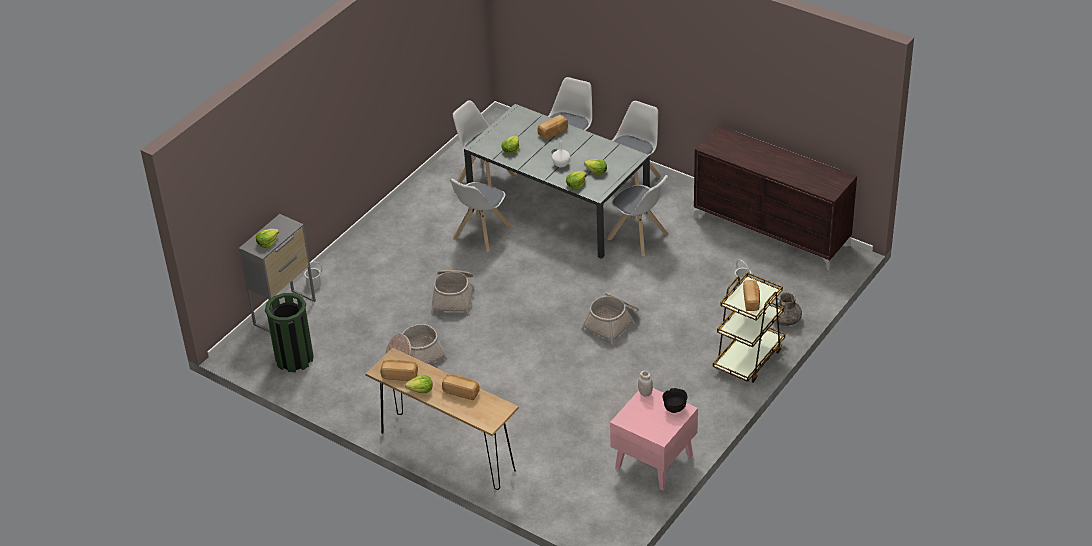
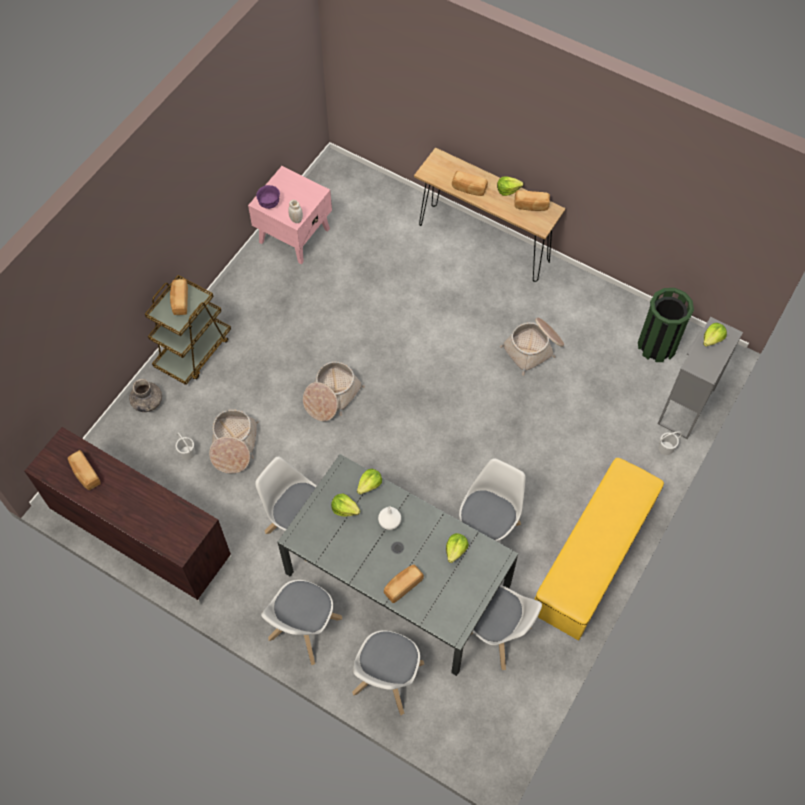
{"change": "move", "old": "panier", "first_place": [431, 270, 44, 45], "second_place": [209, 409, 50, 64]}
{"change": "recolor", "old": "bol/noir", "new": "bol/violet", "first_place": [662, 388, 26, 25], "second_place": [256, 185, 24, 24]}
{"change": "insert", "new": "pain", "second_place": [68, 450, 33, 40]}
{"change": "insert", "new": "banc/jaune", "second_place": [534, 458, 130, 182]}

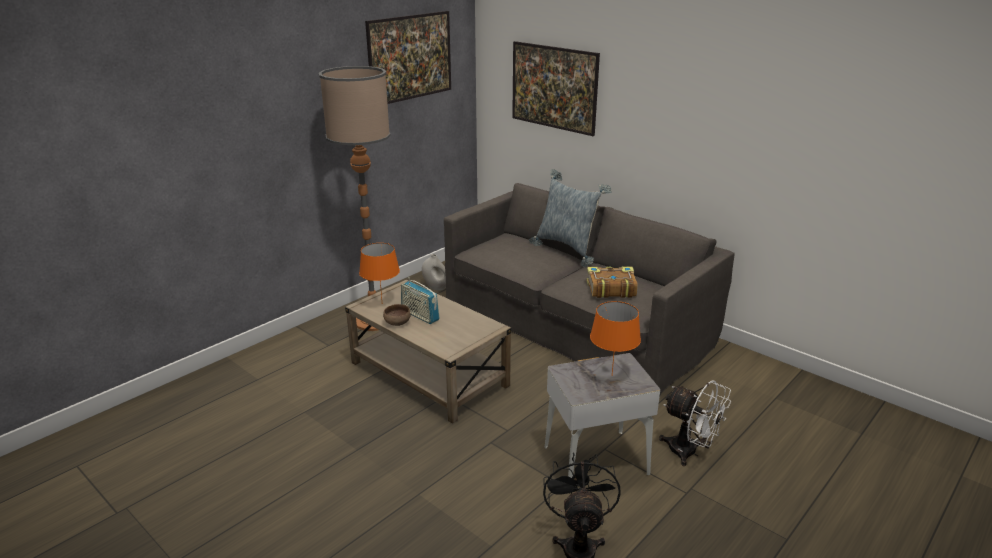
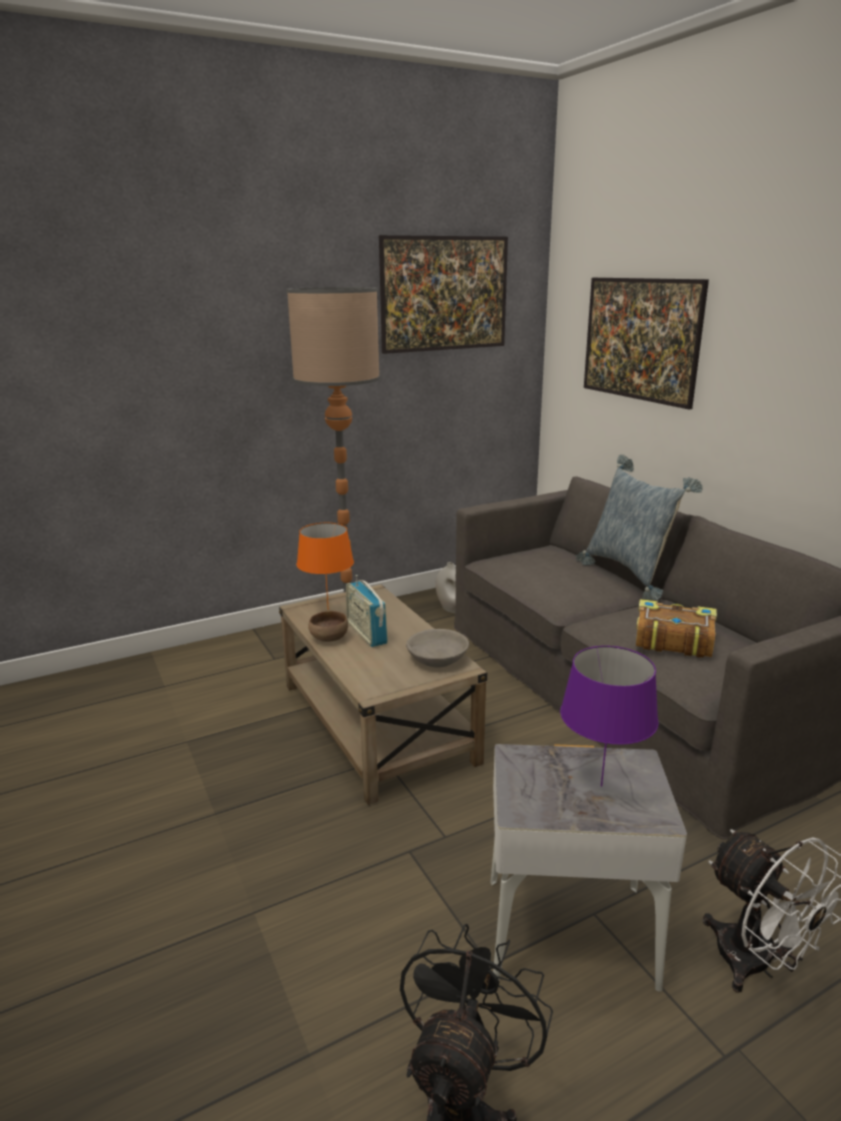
{"change": "recolor", "old": "lampe de table/orange", "new": "lampe de table/violet", "first_place": [590, 301, 51, 73], "second_place": [560, 646, 99, 141]}
{"change": "insert", "new": "bol/gris", "second_place": [406, 629, 63, 39]}

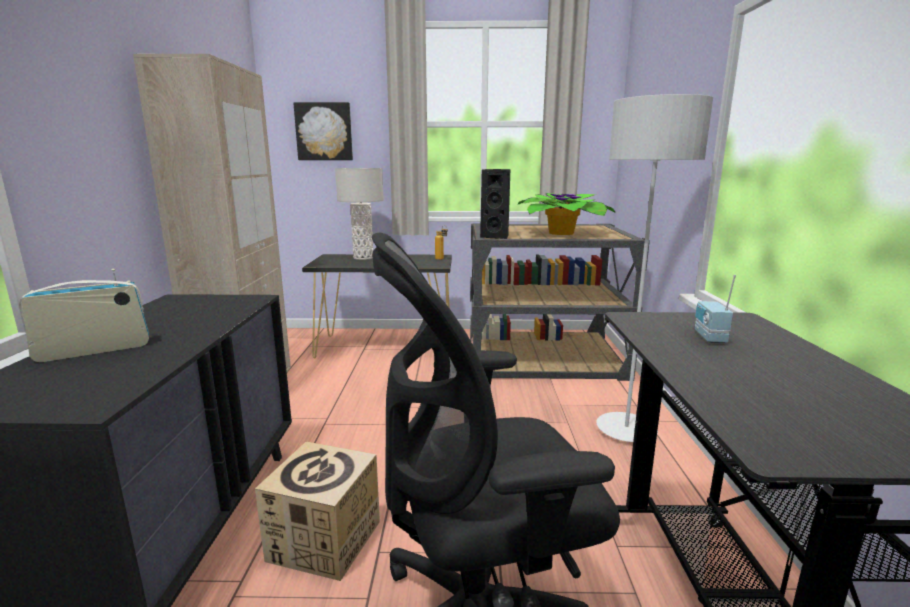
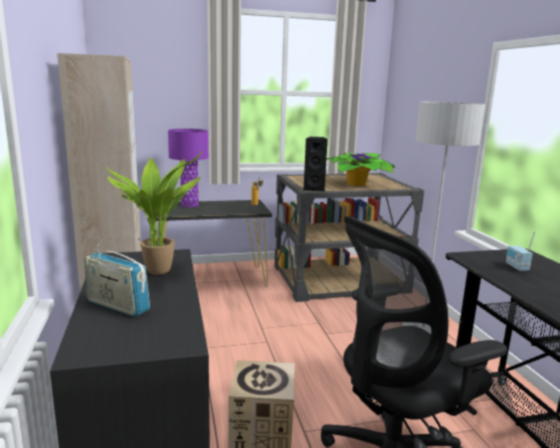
{"change": "delete", "old": "tableau", "first_place": [293, 102, 60, 58]}
{"change": "recolor", "old": "lampe de table/blanc", "new": "lampe de table/violet", "first_place": [335, 168, 49, 92], "second_place": [168, 129, 40, 78]}
{"change": "rotate", "old": "radio", "first_place": [19, 269, 130, 93], "second_place": [85, 245, 65, 72], "degrees": -105}
{"change": "insert", "new": "plante en pot", "second_place": [107, 151, 96, 124]}

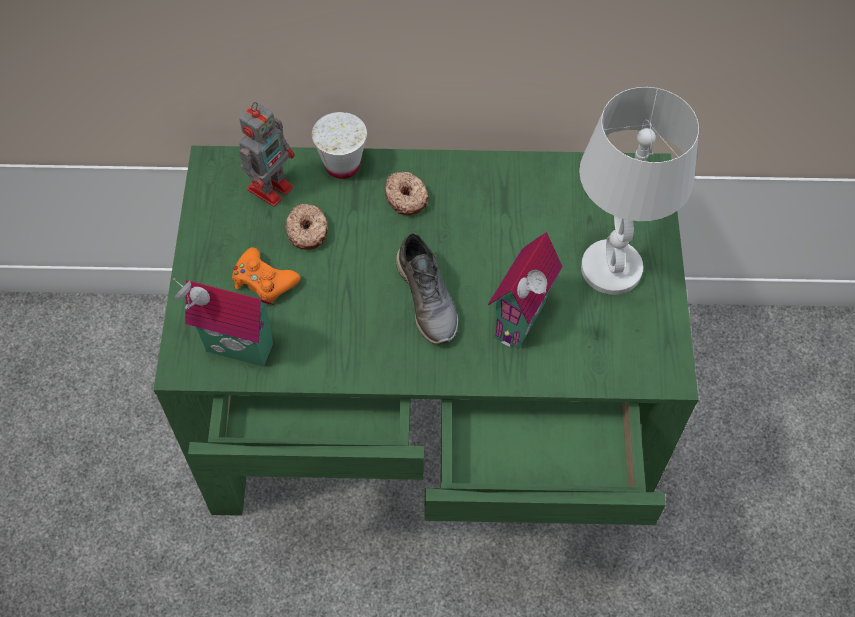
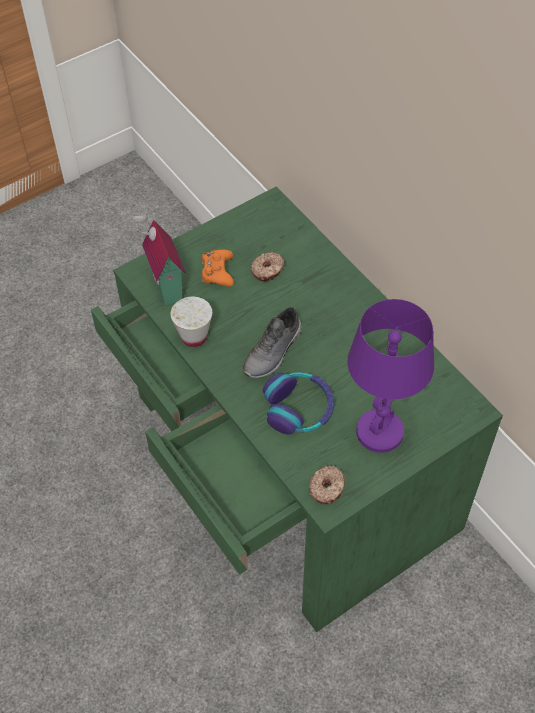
{"change": "recolor", "old": "lampe de table/blanc", "new": "lampe de table/violet", "first_place": [579, 87, 120, 208], "second_place": [347, 299, 87, 154]}
{"change": "delete", "old": "robot jouet", "first_place": [239, 102, 56, 105]}
{"change": "move", "old": "tasse/blanc", "first_place": [312, 112, 55, 67], "second_place": [171, 297, 41, 50]}
{"change": "move", "old": "beignet", "first_place": [385, 172, 44, 43], "second_place": [308, 465, 37, 39]}
{"change": "replace", "old": "maison miniature", "new": "casque audio", "first_place": [488, 232, 74, 117], "second_place": [263, 372, 71, 63]}

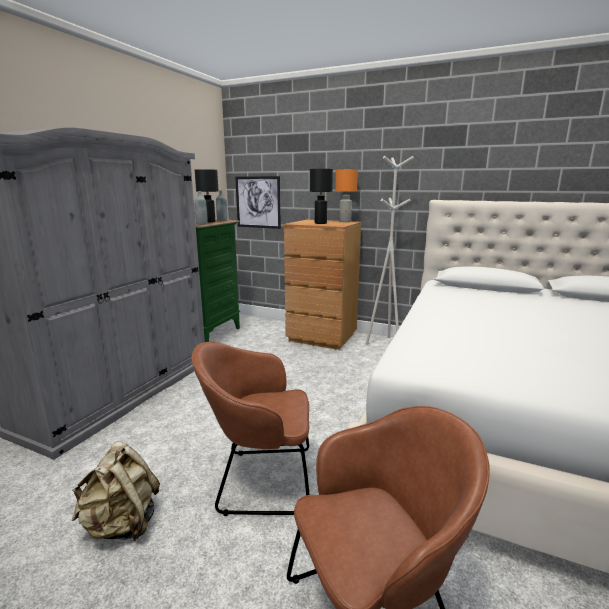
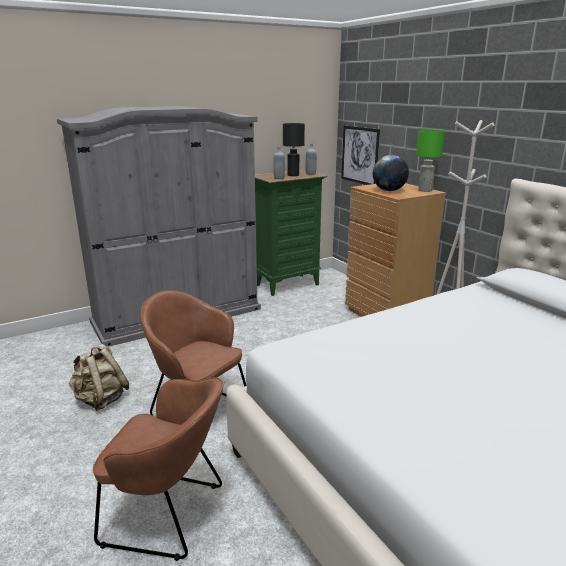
{"change": "replace", "old": "lampe de table/noir", "new": "globe", "first_place": [310, 169, 23, 55], "second_place": [373, 155, 36, 36]}
{"change": "recolor", "old": "lampe de table/orange", "new": "lampe de table/vert", "first_place": [335, 169, 23, 53], "second_place": [416, 130, 29, 62]}

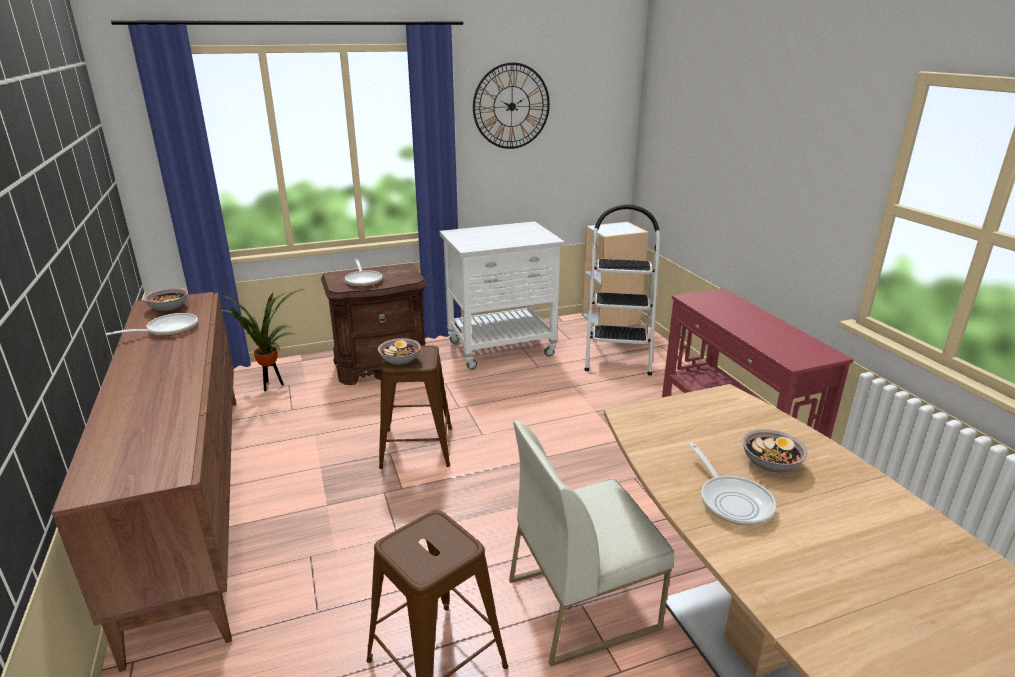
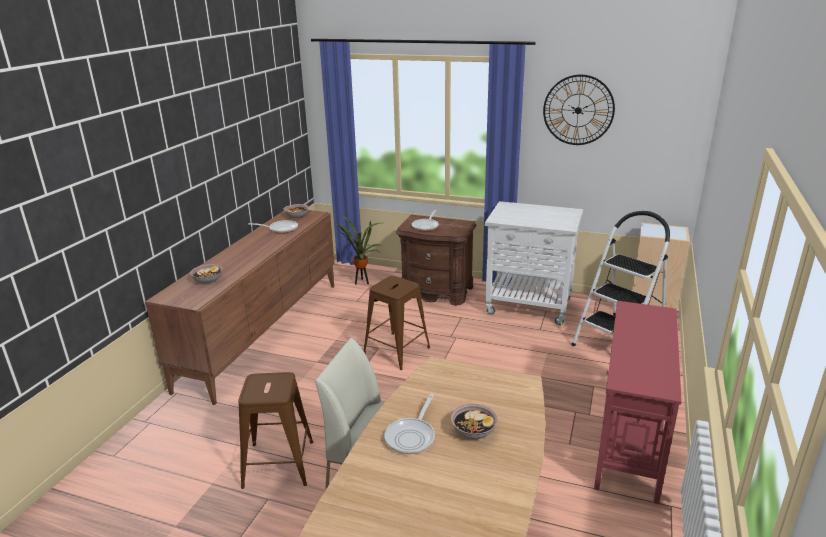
{"change": "move", "old": "bol", "first_place": [378, 338, 43, 27], "second_place": [190, 264, 33, 19]}

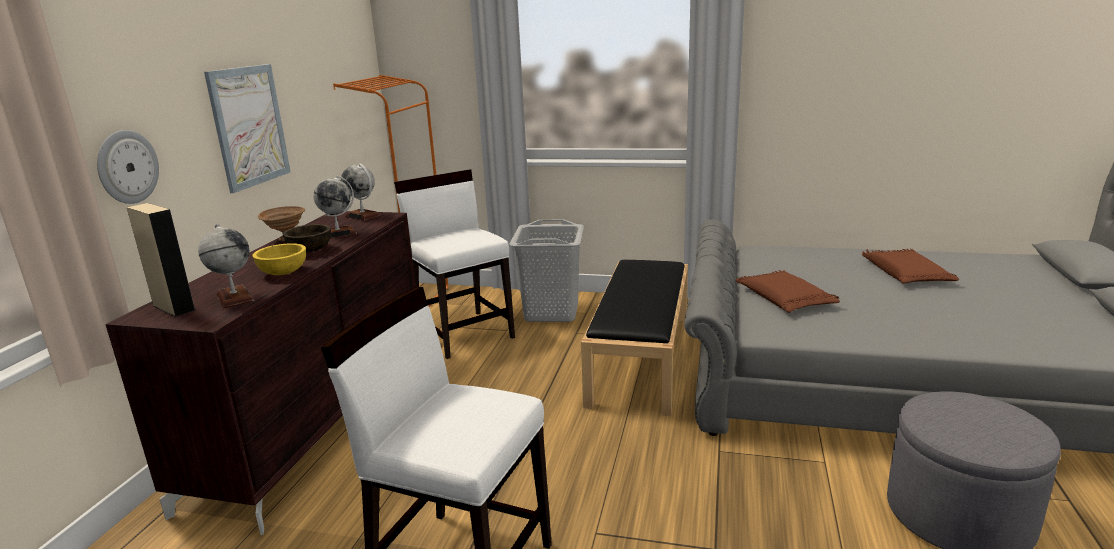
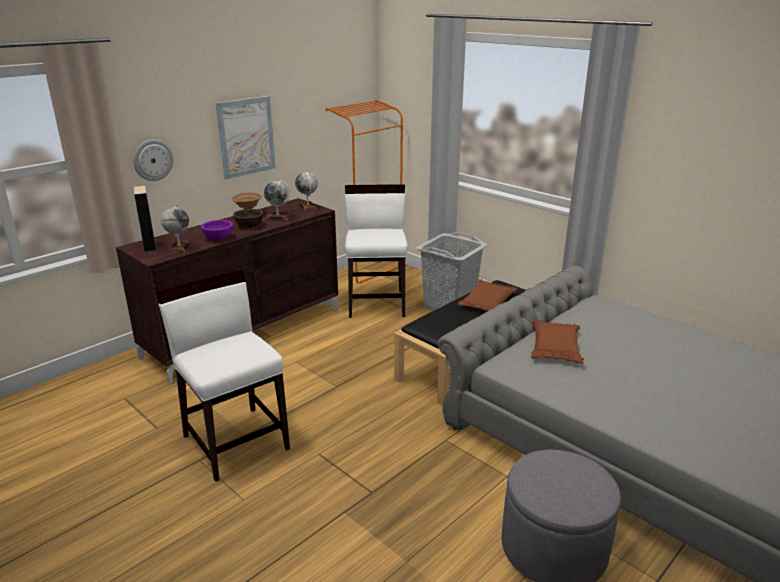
{"change": "recolor", "old": "bol/jaune", "new": "bol/violet", "first_place": [252, 243, 54, 32], "second_place": [201, 220, 32, 20]}
{"change": "move", "old": "coussin/marron", "first_place": [862, 248, 97, 36], "second_place": [458, 278, 60, 33]}

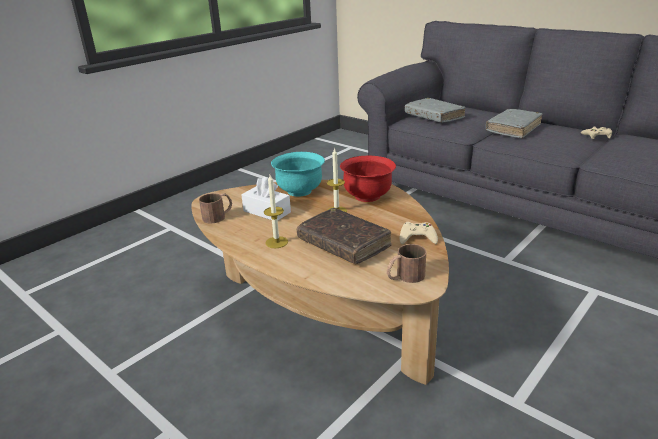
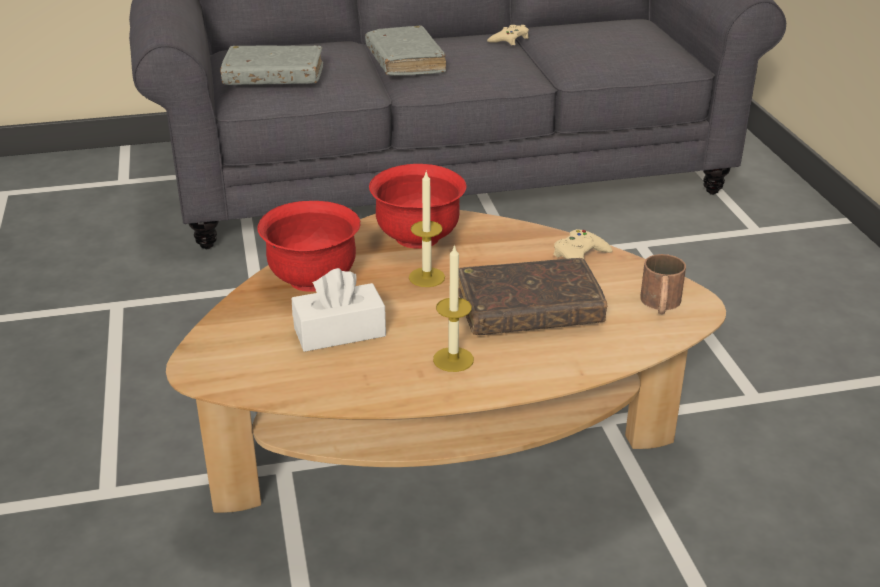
{"change": "recolor", "old": "bol/turquoise", "new": "bol/rouge", "first_place": [271, 152, 54, 45], "second_place": [258, 201, 103, 91]}
{"change": "delete", "old": "mug/marron", "first_place": [199, 193, 33, 30]}

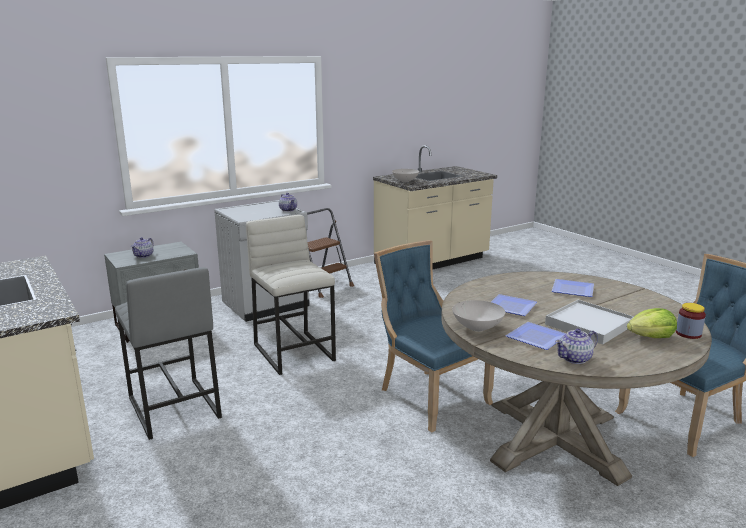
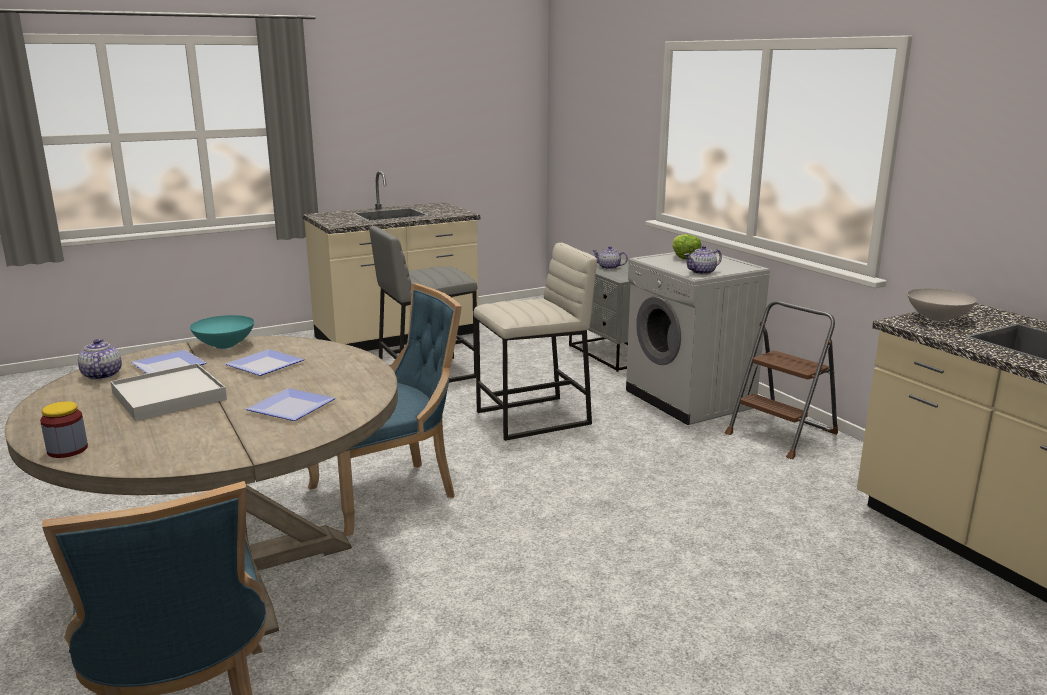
{"change": "recolor", "old": "bol/blanc", "new": "bol/turquoise", "first_place": [452, 300, 53, 32], "second_place": [190, 315, 64, 34]}
{"change": "move", "old": "laitue", "first_place": [627, 308, 50, 30], "second_place": [673, 234, 28, 26]}

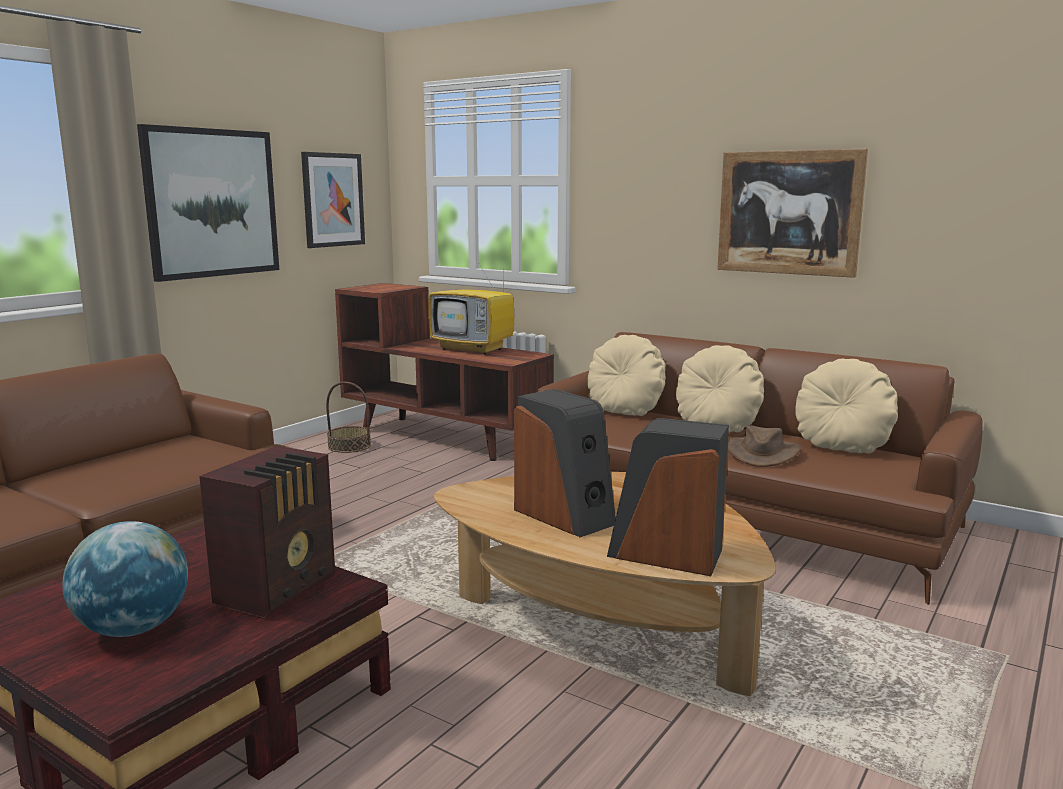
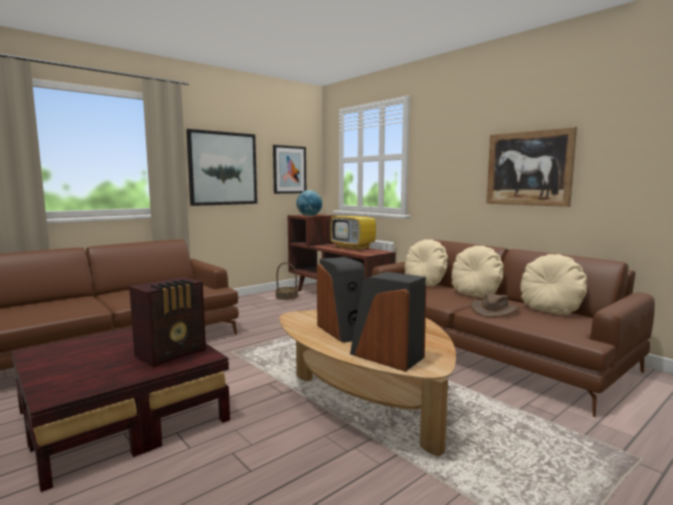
{"change": "move", "old": "globe", "first_place": [62, 521, 126, 116], "second_place": [296, 190, 26, 26]}

